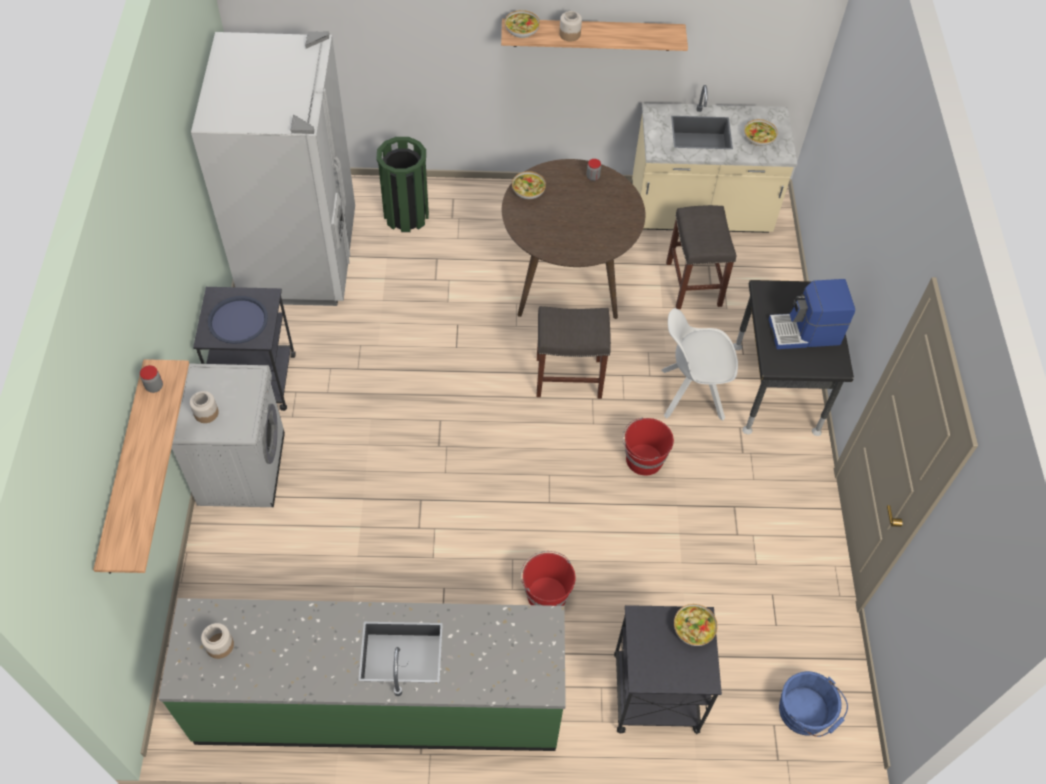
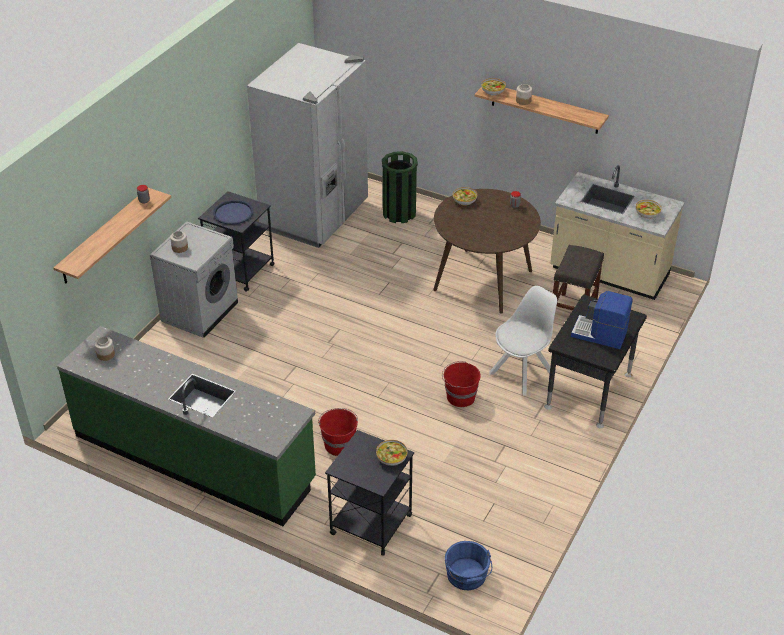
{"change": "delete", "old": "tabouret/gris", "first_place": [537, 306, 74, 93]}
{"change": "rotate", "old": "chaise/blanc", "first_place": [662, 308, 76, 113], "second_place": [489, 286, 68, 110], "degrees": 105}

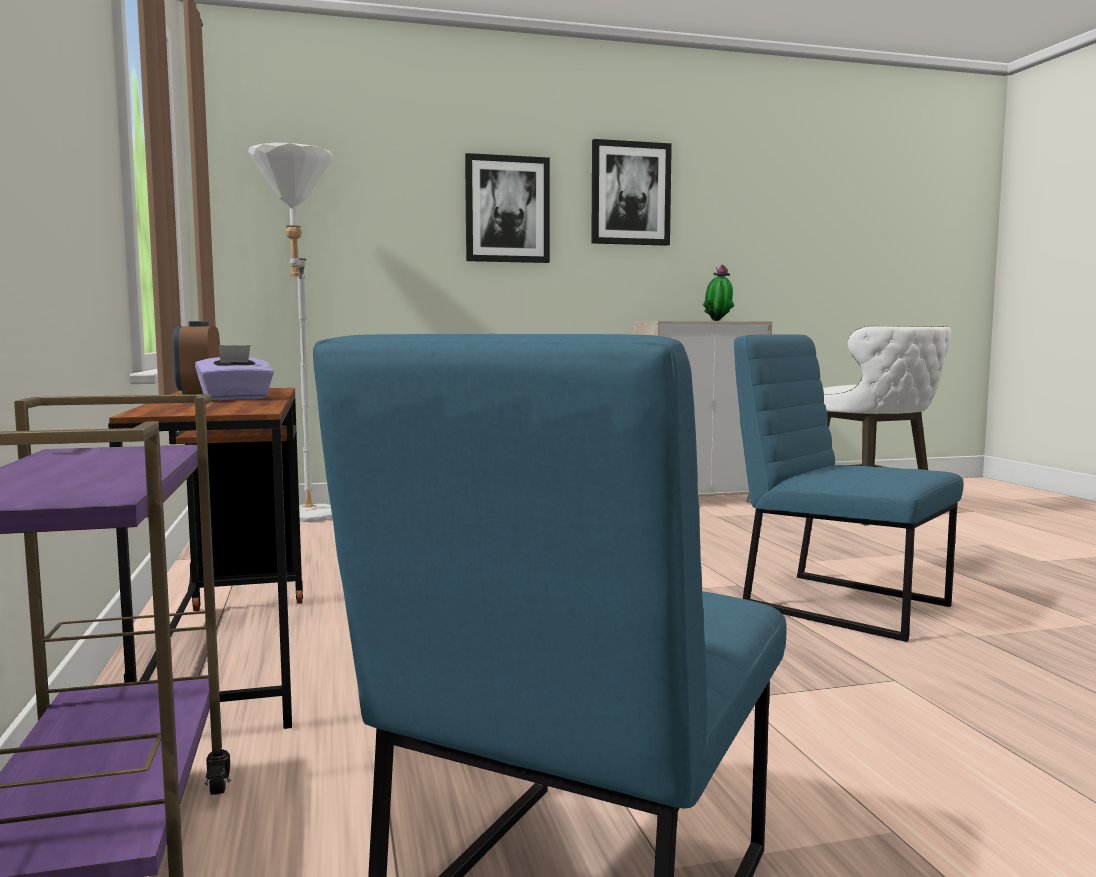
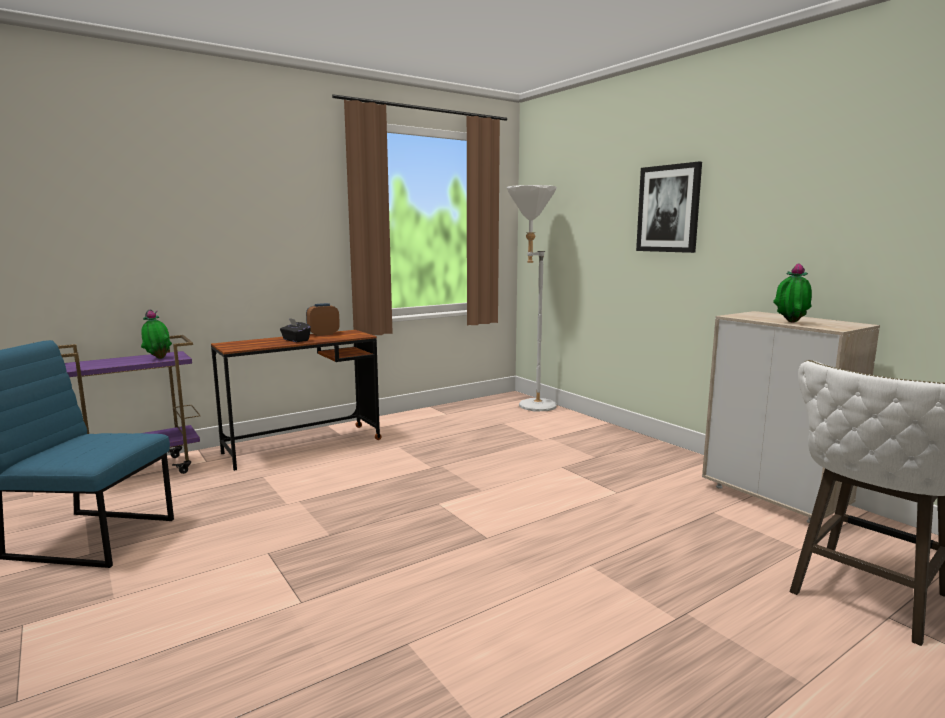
{"change": "delete", "old": "tableau", "first_place": [591, 139, 81, 107]}
{"change": "delete", "old": "chaise/bleu", "first_place": [734, 334, 229, 308]}
{"change": "recolor", "old": "boîte à mouchoirs/violet", "new": "boîte à mouchoirs/noir", "first_place": [195, 345, 79, 55], "second_place": [280, 318, 31, 24]}
{"change": "insert", "new": "plante en pot", "second_place": [141, 309, 31, 50]}

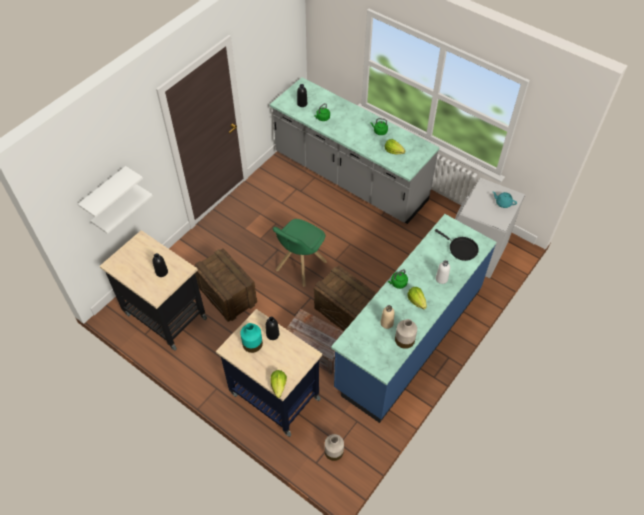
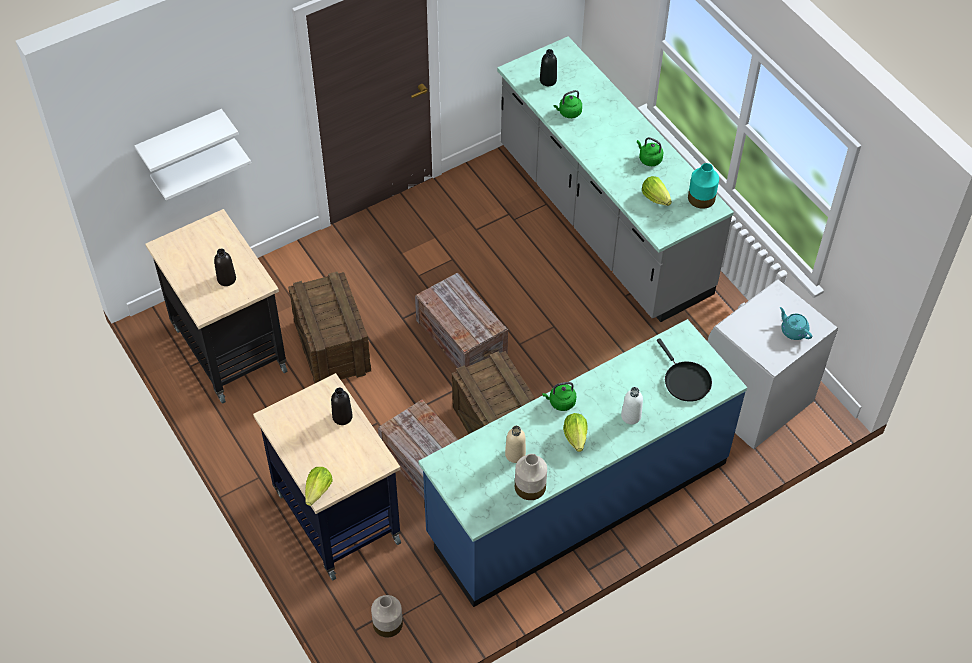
{"change": "replace", "old": "chaise/vert", "new": "caisse", "first_place": [273, 219, 54, 68], "second_place": [415, 272, 93, 96]}
{"change": "move", "old": "vase/turquoise", "first_place": [240, 323, 23, 30], "second_place": [688, 163, 31, 46]}

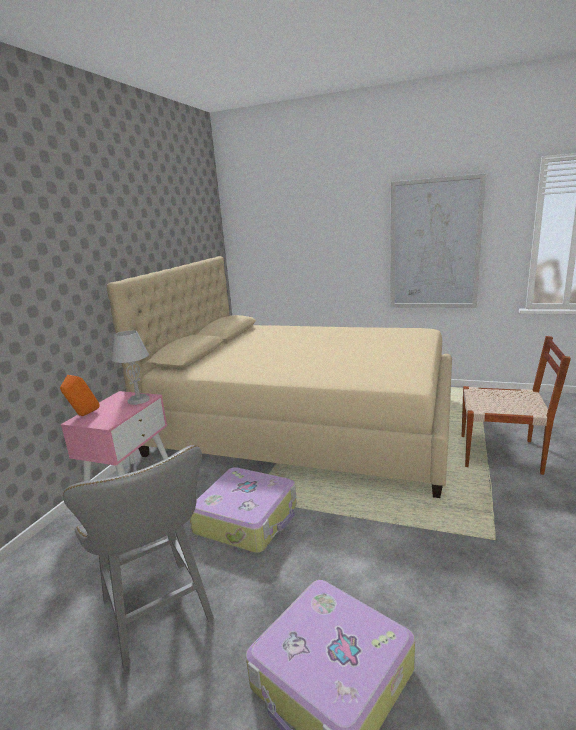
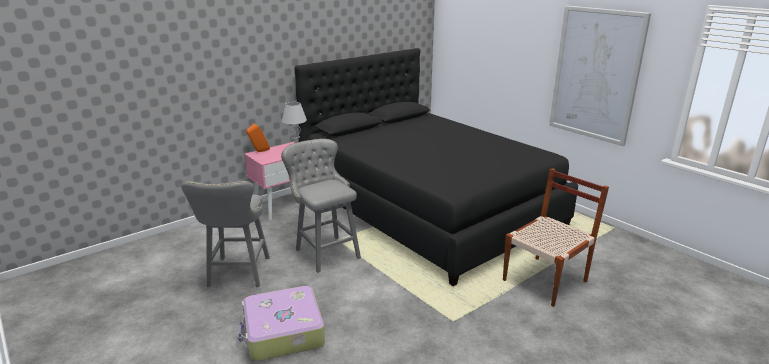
{"change": "recolor", "old": "lit/beige", "new": "lit/noir", "first_place": [107, 256, 345, 242], "second_place": [294, 48, 284, 238]}
{"change": "rotate", "old": "chaise", "first_place": [462, 336, 109, 139], "second_place": [503, 168, 106, 139], "degrees": -90}
{"change": "replace", "old": "valise", "new": "tabouret/gris", "first_place": [190, 467, 107, 86], "second_place": [281, 138, 80, 135]}

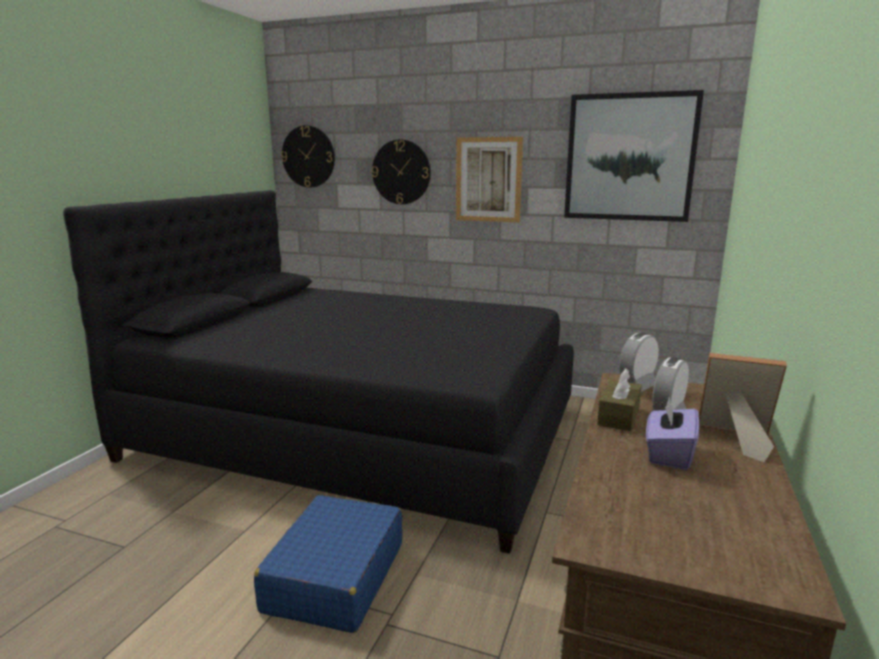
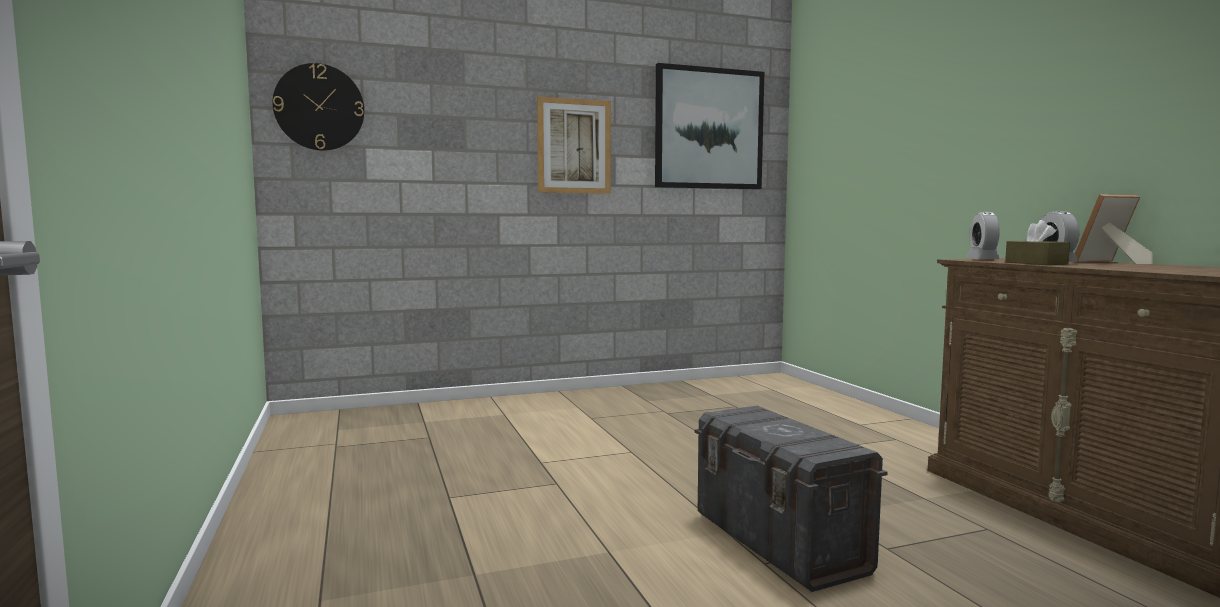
{"change": "delete", "old": "horloge murale", "first_place": [372, 139, 59, 65]}
{"change": "delete", "old": "lit/noir", "first_place": [63, 190, 511, 364]}
{"change": "delete", "old": "boîte à mouchoirs/violet", "first_place": [646, 397, 53, 73]}
{"change": "replace", "old": "valise/bleu", "new": "boîte de rangement/gris", "first_place": [254, 495, 148, 138], "second_place": [695, 406, 193, 186]}

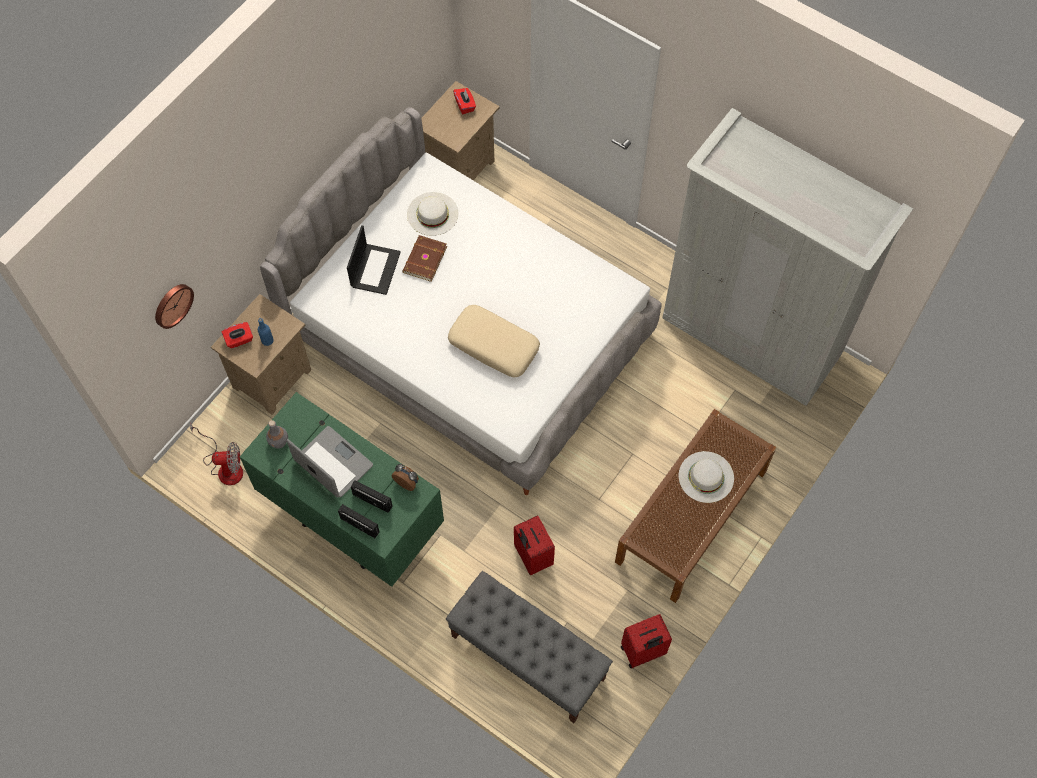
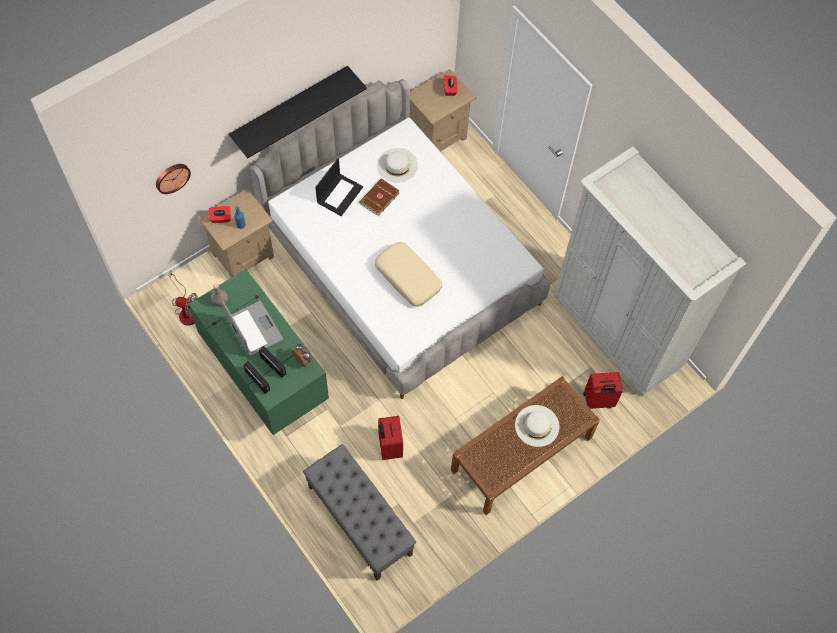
{"change": "move", "old": "valise/rouge", "first_place": [621, 614, 51, 55], "second_place": [583, 372, 40, 37]}
{"change": "insert", "new": "étagère/noir", "second_place": [229, 66, 138, 92]}

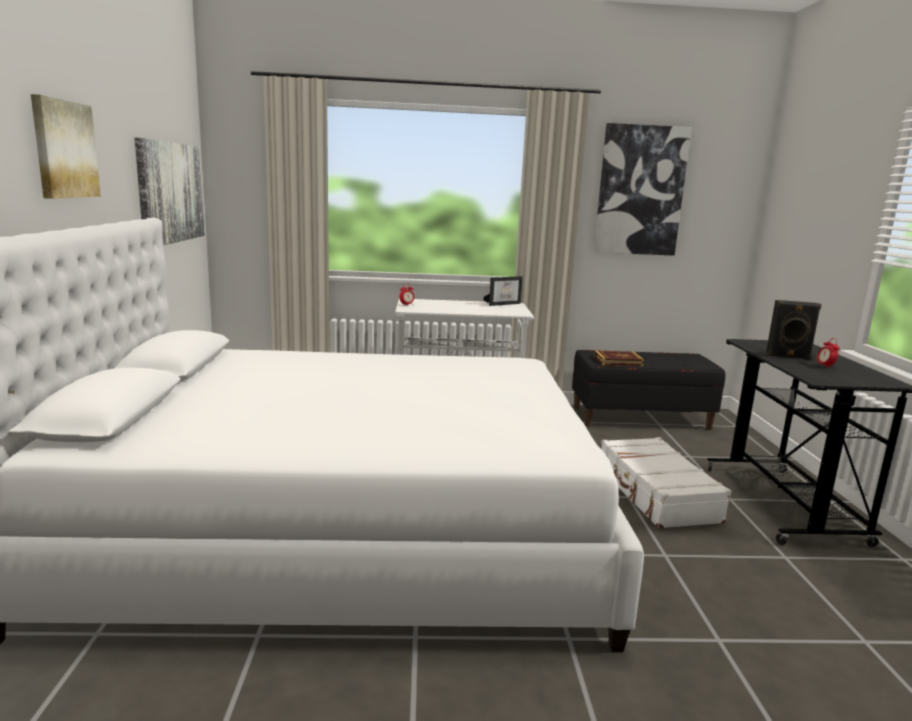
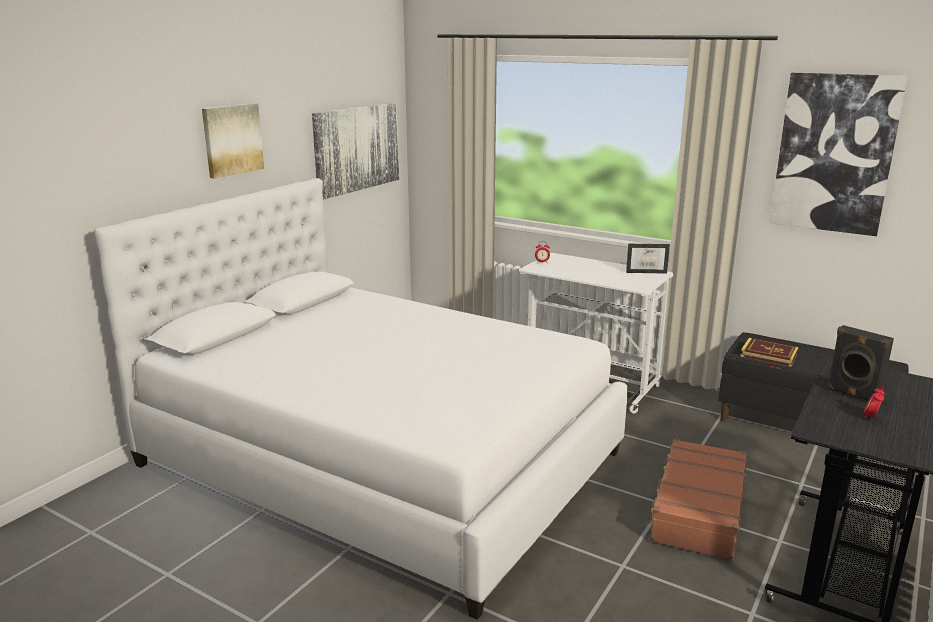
{"change": "recolor", "old": "valise/blanc", "new": "valise/marron", "first_place": [601, 437, 131, 91], "second_place": [645, 439, 102, 122]}

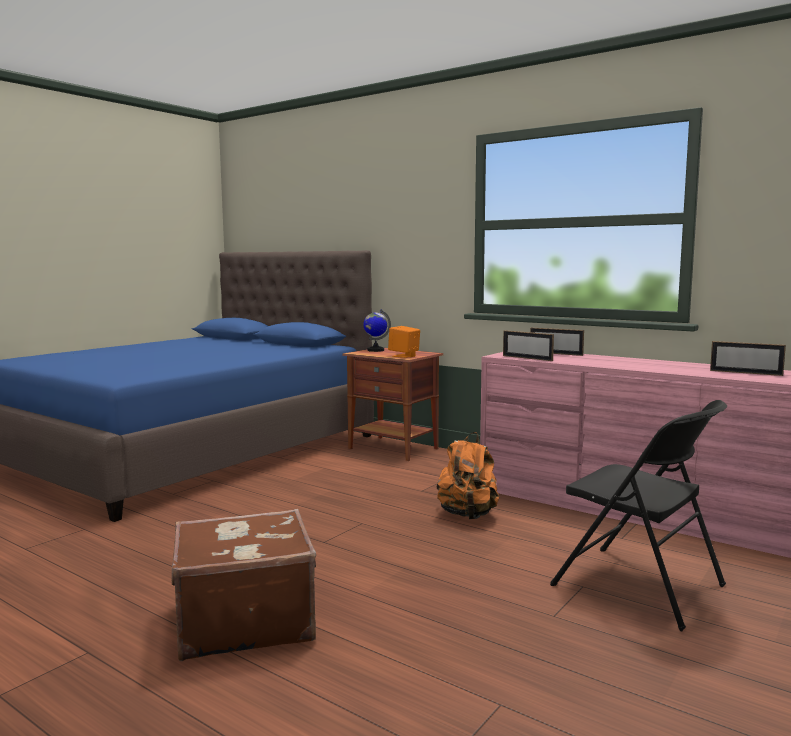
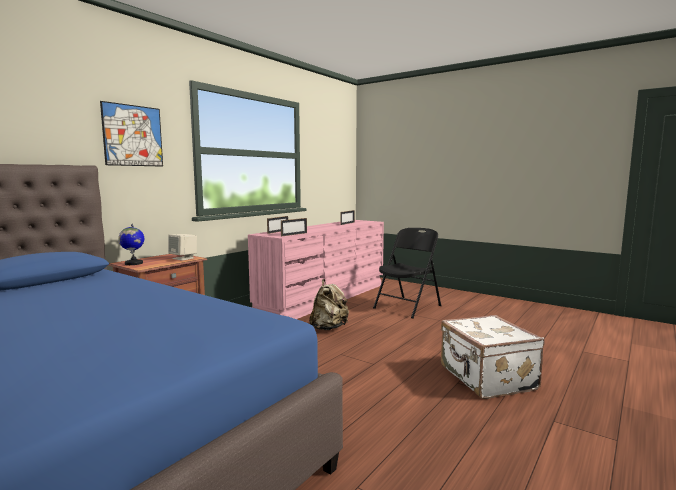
{"change": "recolor", "old": "enceinte/orange", "new": "enceinte/beige", "first_place": [388, 326, 32, 32], "second_place": [168, 234, 29, 27]}
{"change": "recolor", "old": "sac à dos/orange", "new": "sac à dos/beige", "first_place": [437, 432, 62, 87], "second_place": [309, 279, 40, 51]}
{"change": "recolor", "old": "valise/marron", "new": "valise/blanc", "first_place": [172, 509, 144, 152], "second_place": [441, 315, 104, 84]}
{"change": "insert", "new": "tableau", "second_place": [100, 101, 63, 66]}

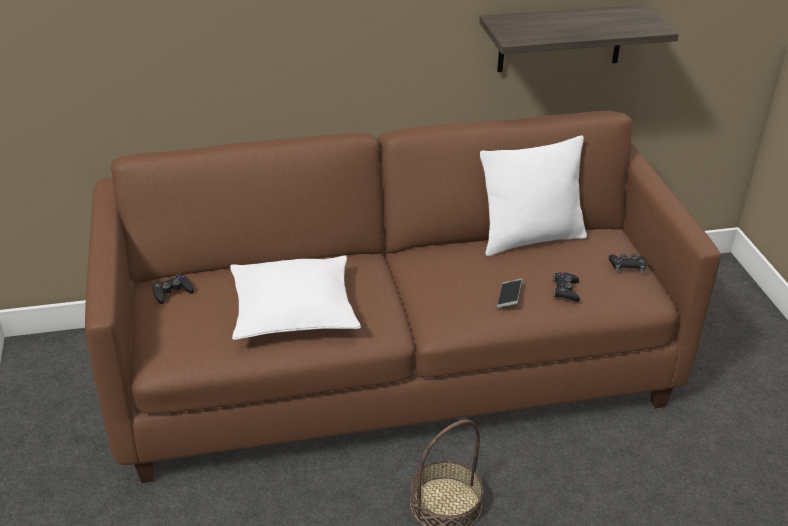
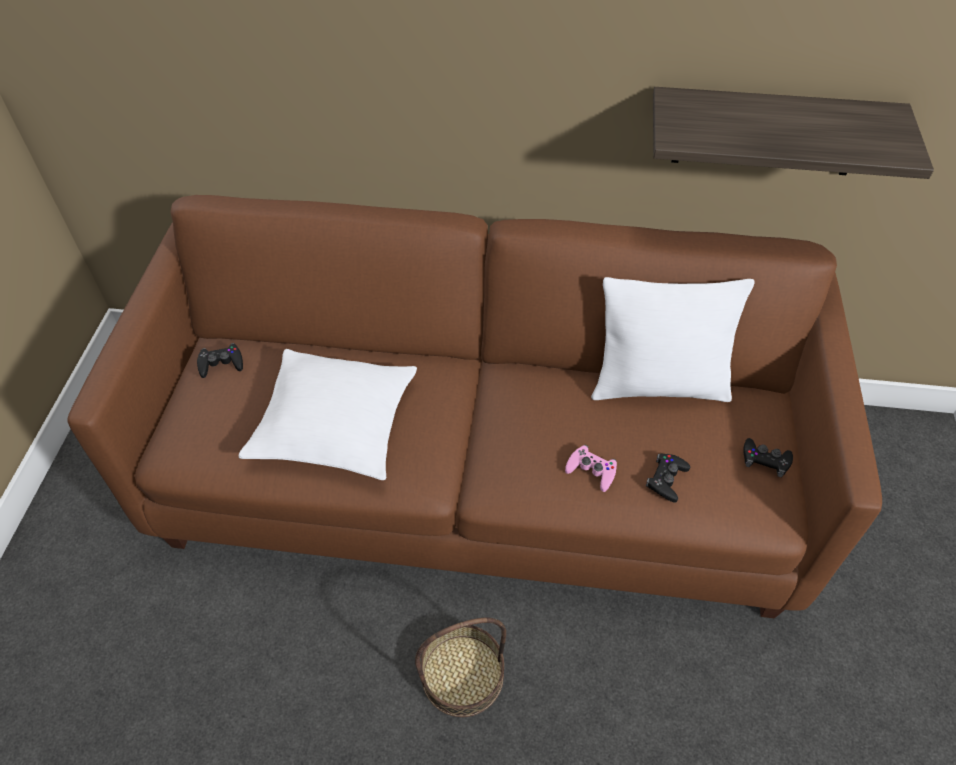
{"change": "replace", "old": "téléphone", "new": "manette/rose", "first_place": [497, 279, 25, 29], "second_place": [565, 445, 52, 47]}

